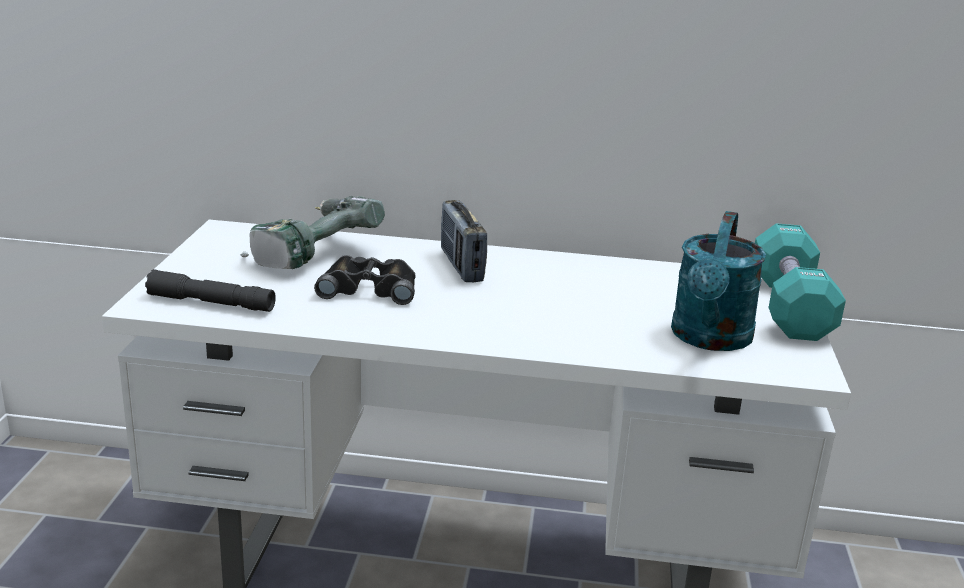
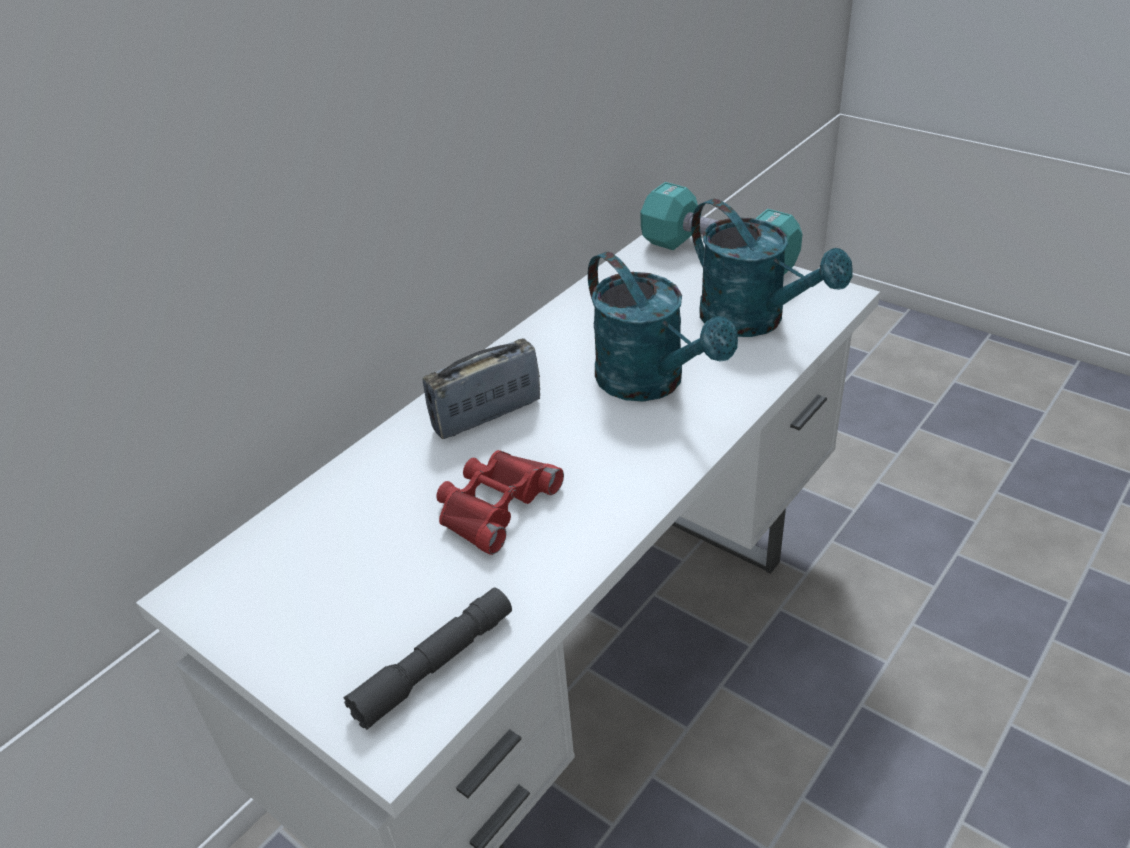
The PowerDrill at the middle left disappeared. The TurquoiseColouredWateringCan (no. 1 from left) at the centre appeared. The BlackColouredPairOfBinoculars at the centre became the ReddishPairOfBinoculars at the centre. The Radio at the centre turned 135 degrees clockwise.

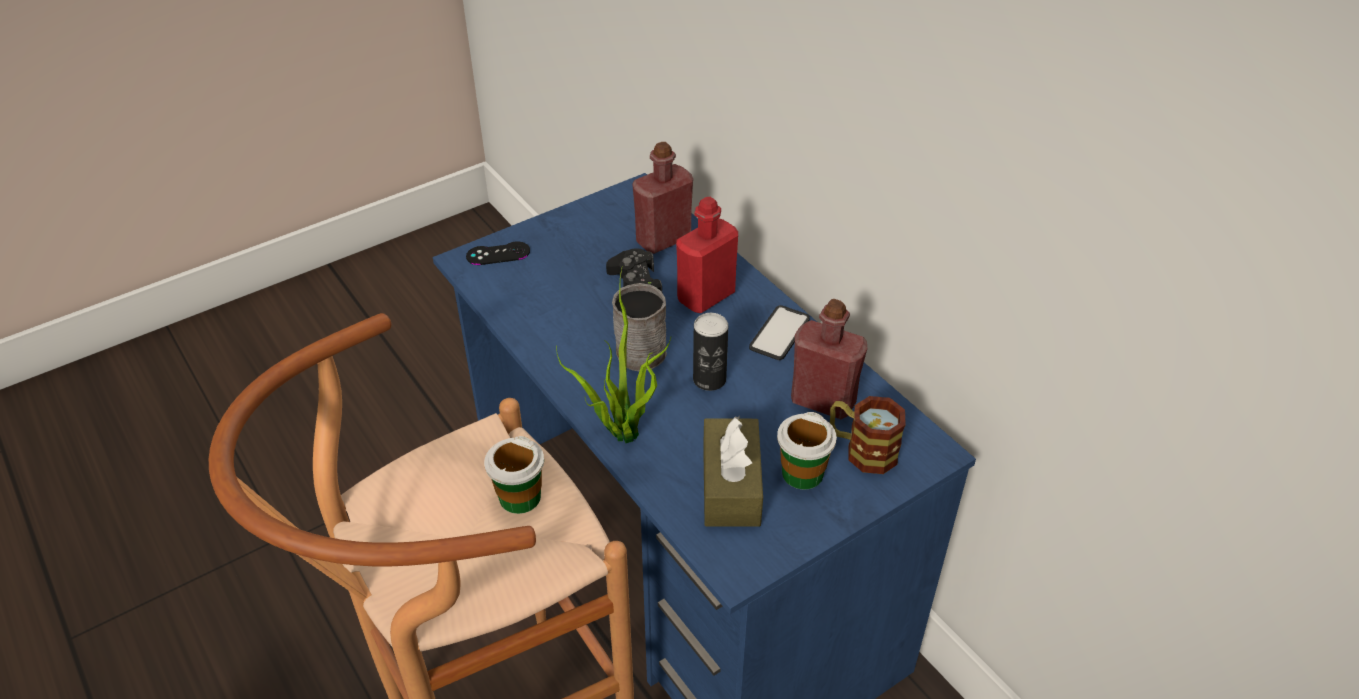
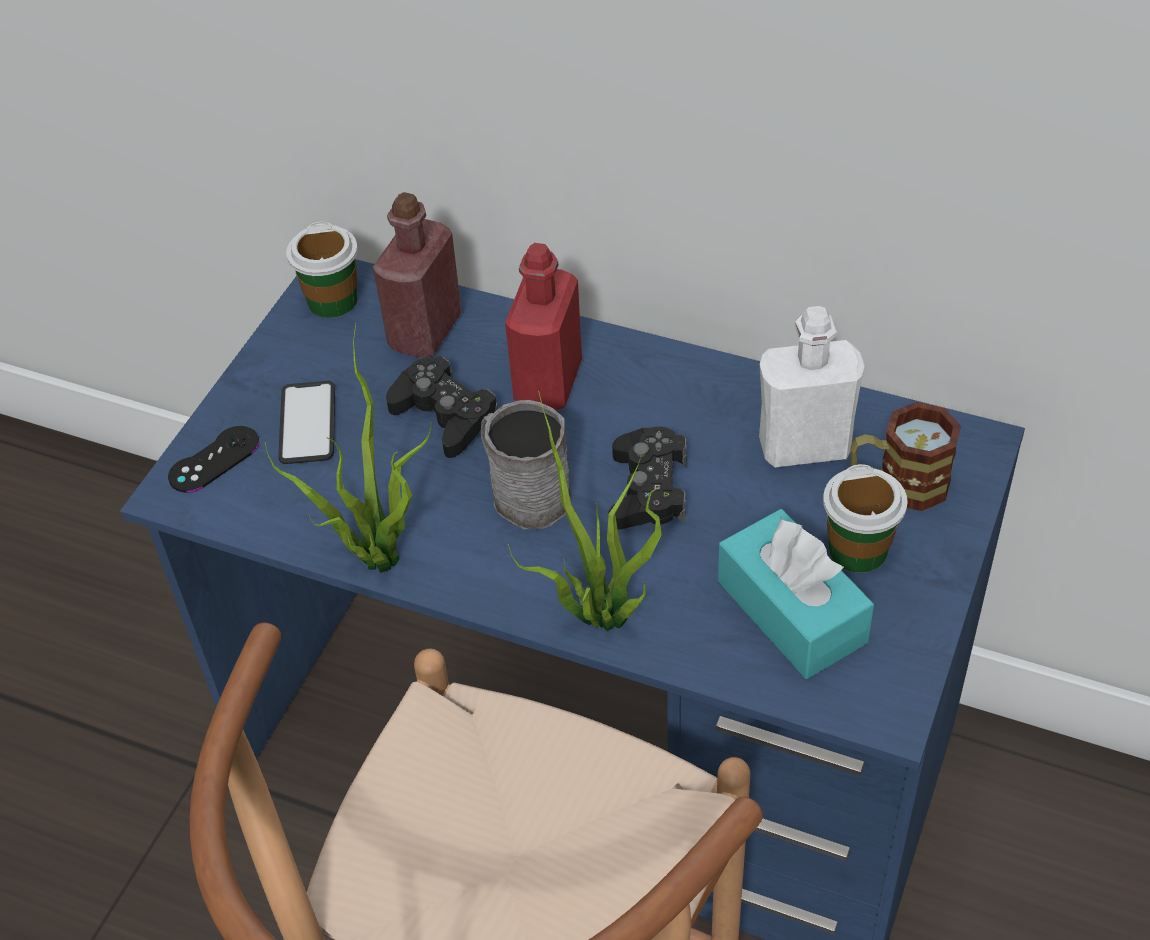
The Houseplant (no. 1 from left) at the middle left appeared. The SmallCup (no. 1 from left) moved from the bottom centre to the top left. The Phone moved from the centre to the middle left. The Can at the centre was replaced by the BlackColouredGameController (no. 3 from left) at the centre. The BrownTissueHolder at the bottom centre became the TurquoiseColouredTissueHolder at the middle right. The ReddishBeverageBottle (no. 3 from left) at the centre became the WhiteBeverageBottle at the middle right.

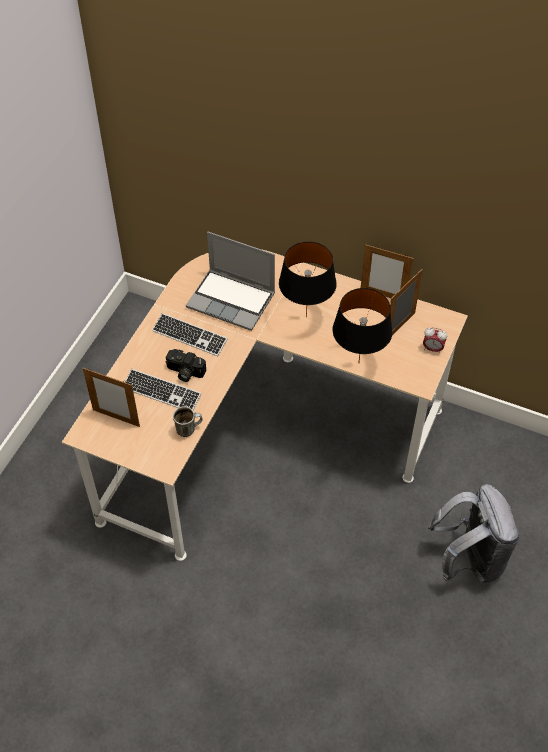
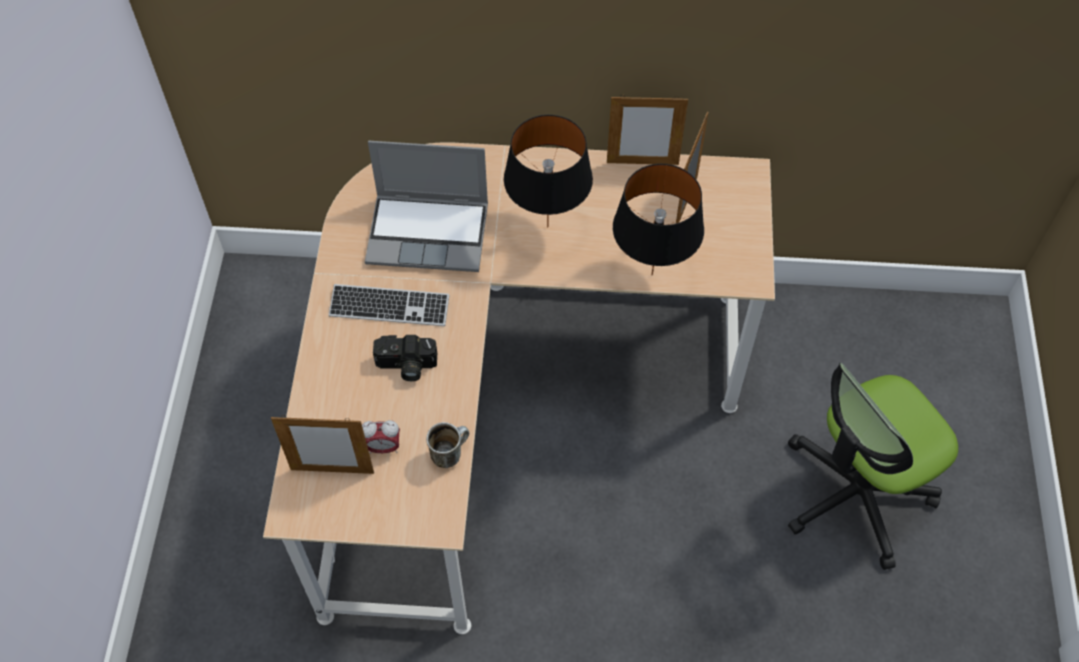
The Keyboard (no. 1 from left) at the middle left disappeared. The BedsideClock moved from the middle right to the centre. The GrayBackpack at the bottom right was replaced by the OfficeChair at the bottom right.

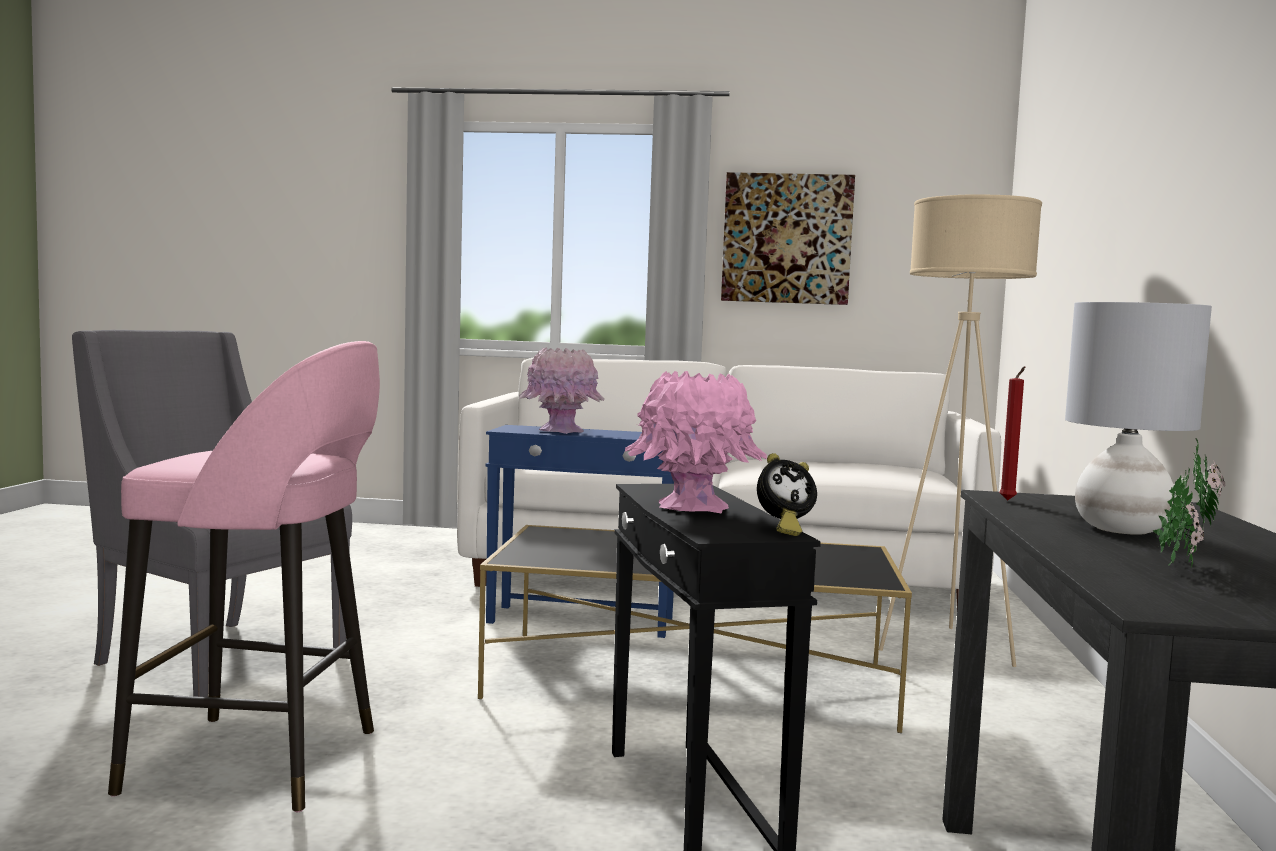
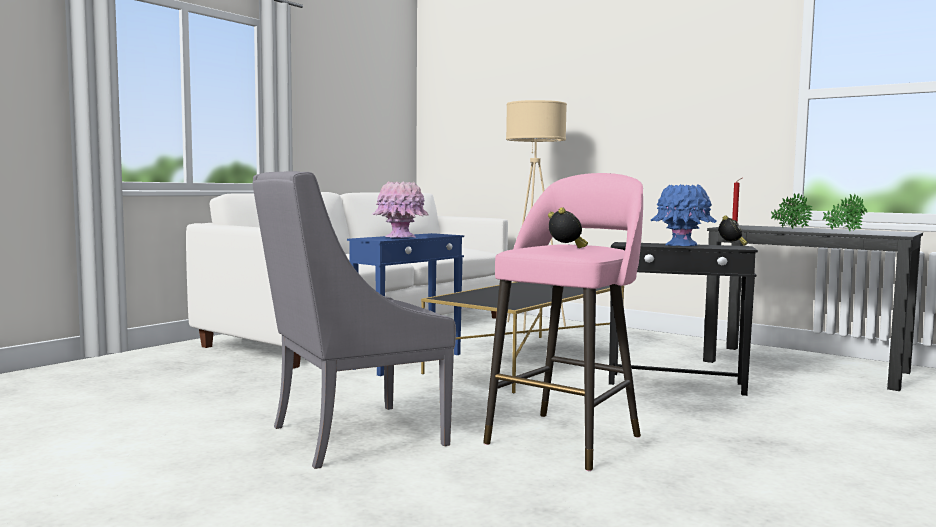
The Picture at the top centre disappeared. The BedsideClock (no. 1 from left) at the centre appeared. The GrayTabletopLamp at the middle right was replaced by the Houseplant (no. 1 from left) at the middle right. The PinkFlowerVase (no. 2 from left) at the centre became the BlueColouredFlowerVase at the middle right.

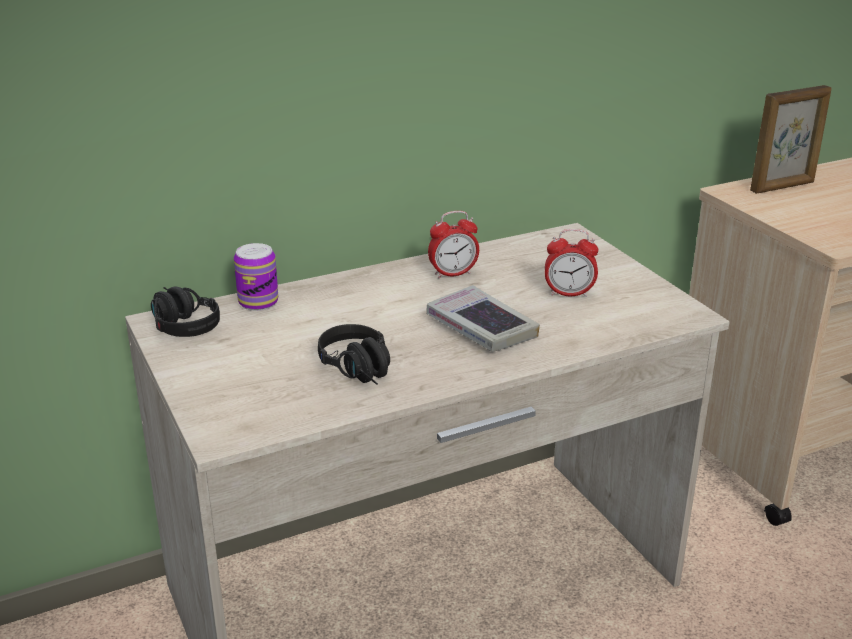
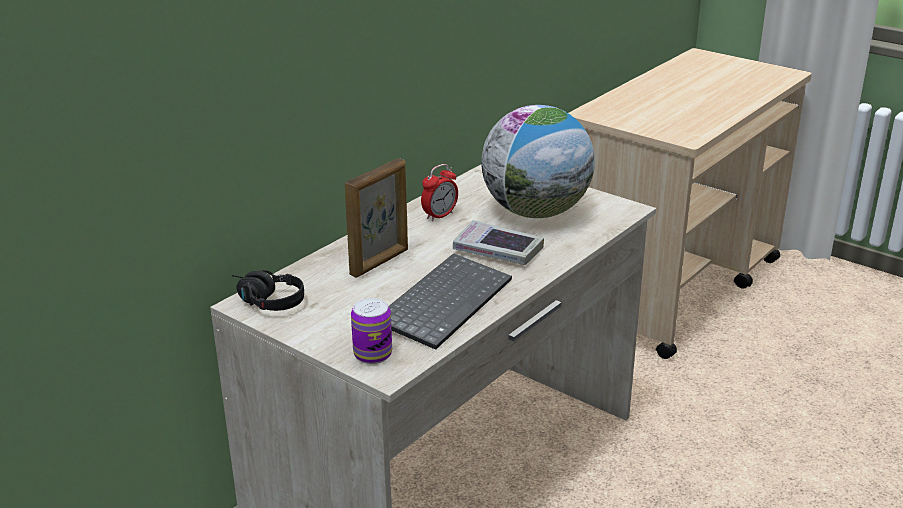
The Can moved from the middle left to the centre. The StandingFrame moved from the top right to the centre. The BlackColouredHeadset (no. 2 from left) at the centre was replaced by the Keyboard at the centre. The BedsideClock (no. 2 from left) at the middle right was replaced by the Globe at the top centre.

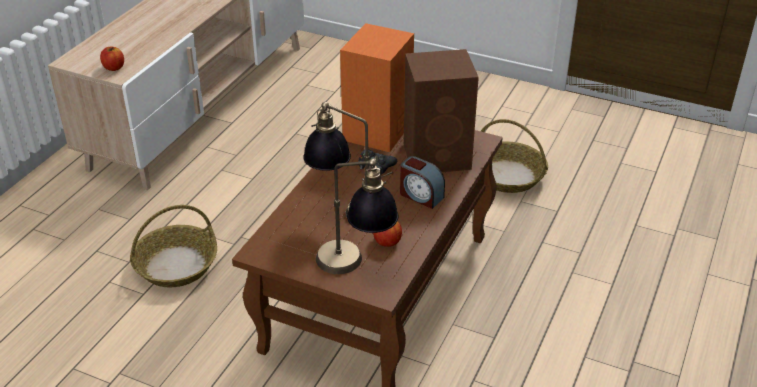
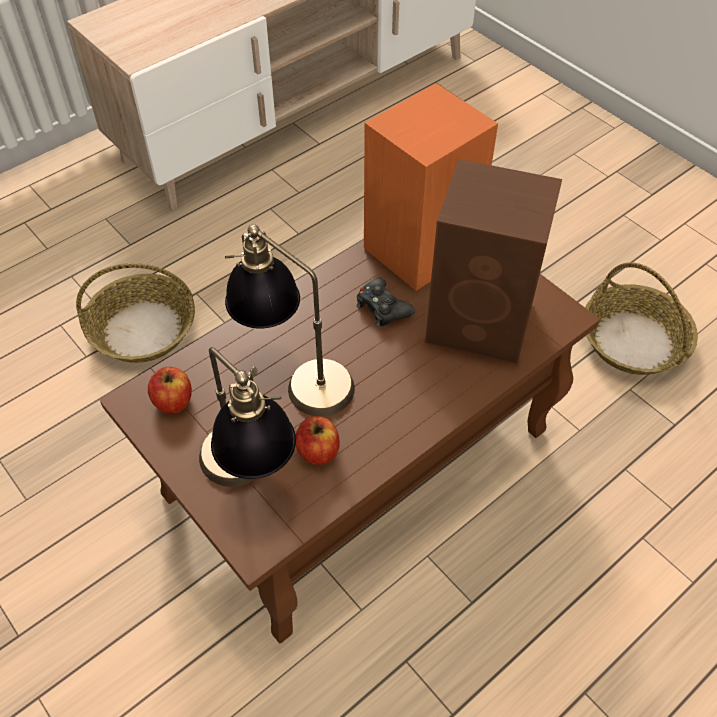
The BedsideClock at the centre disappeared. The Apple (no. 1 from left) moved from the top left to the middle left.

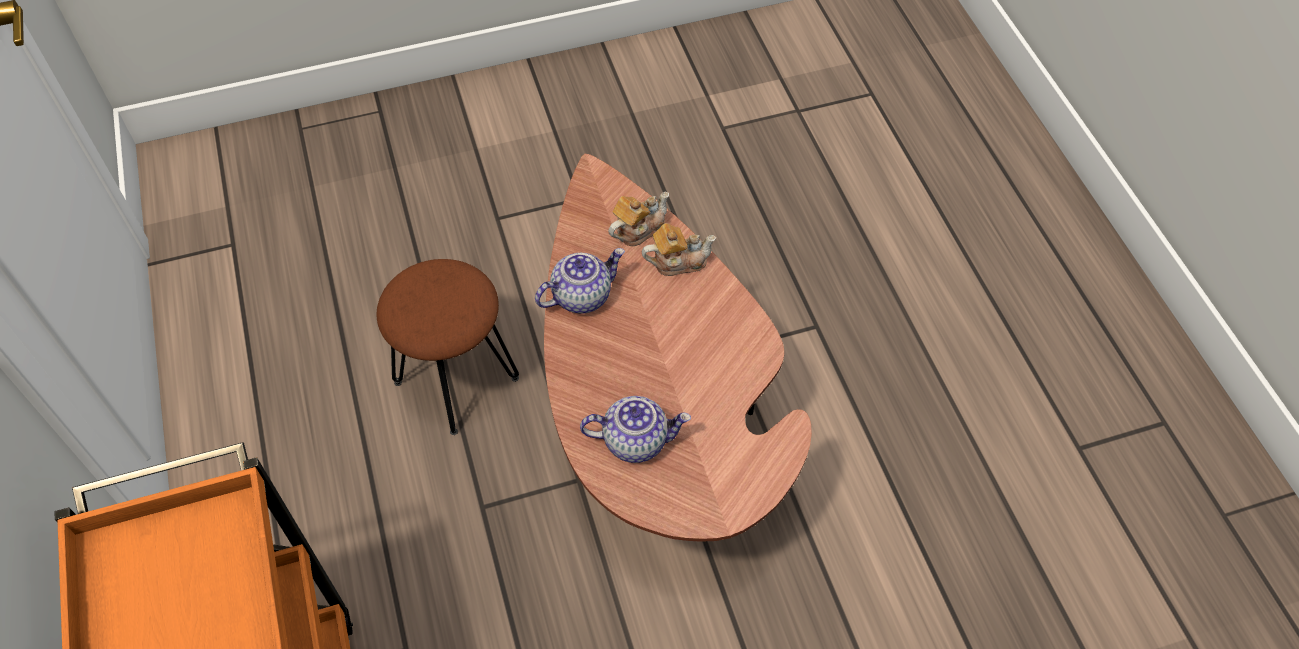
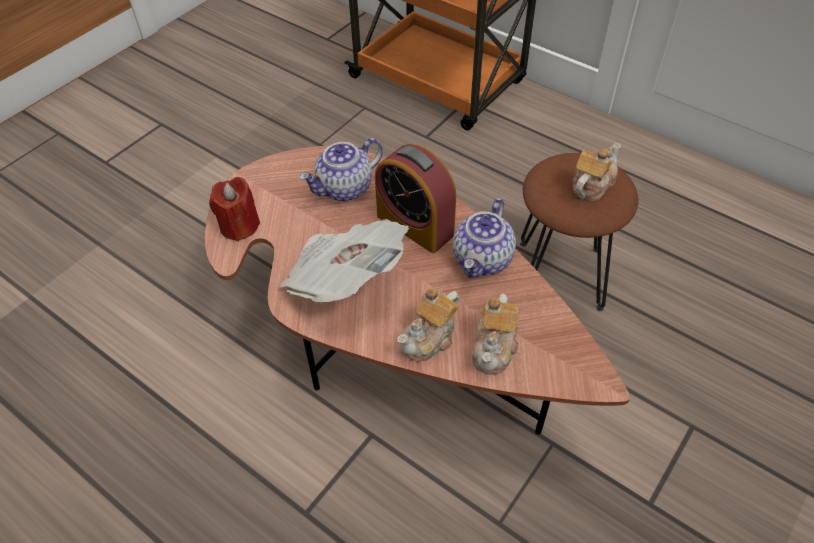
The ReddishWaxCandle at the middle left appeared. The Newspaper at the centre appeared. The BedsideClock at the centre appeared. The TeaPot (no. 5 from left) at the top right appeared.

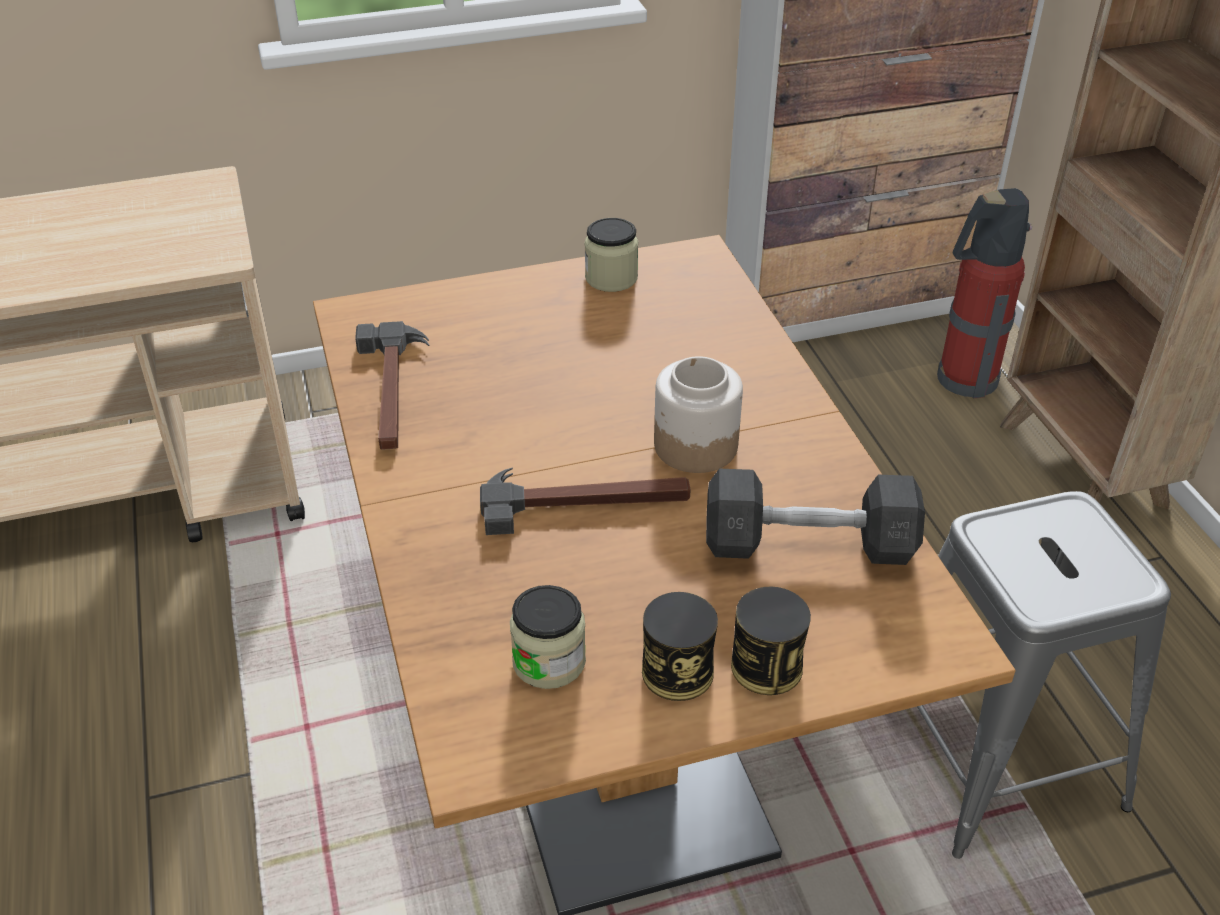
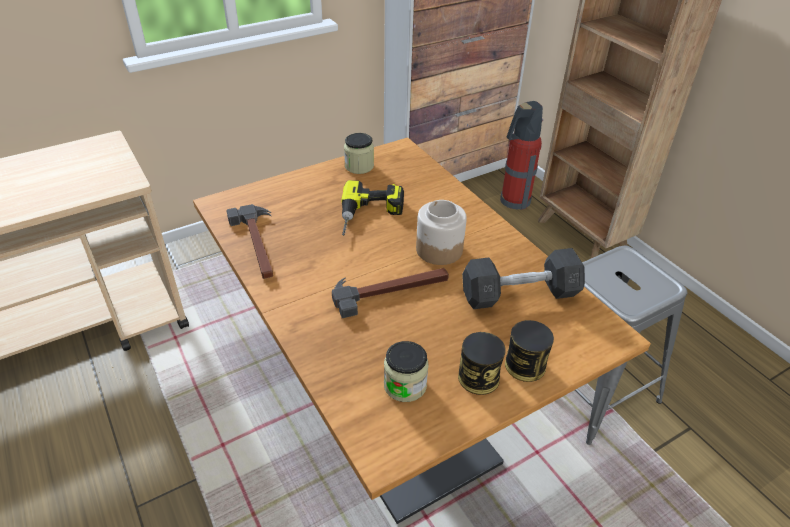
The PowerDrill at the centre appeared.

